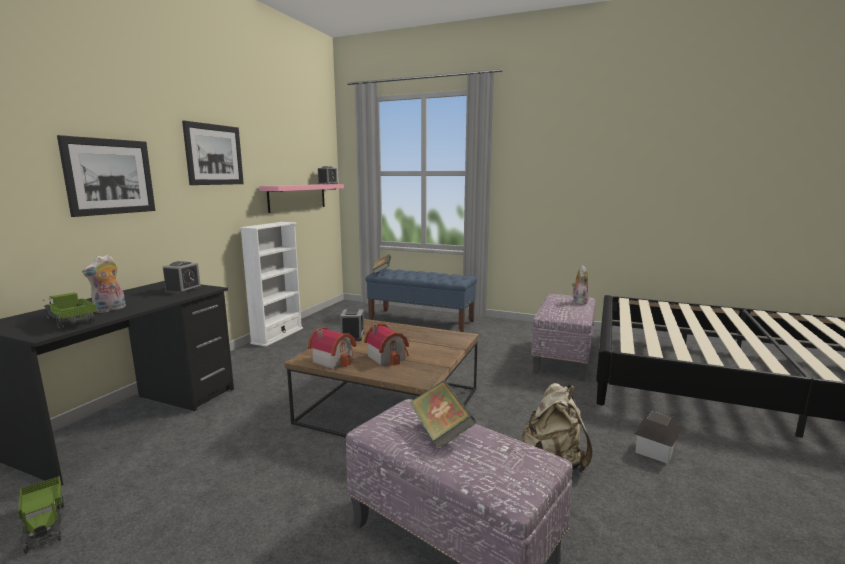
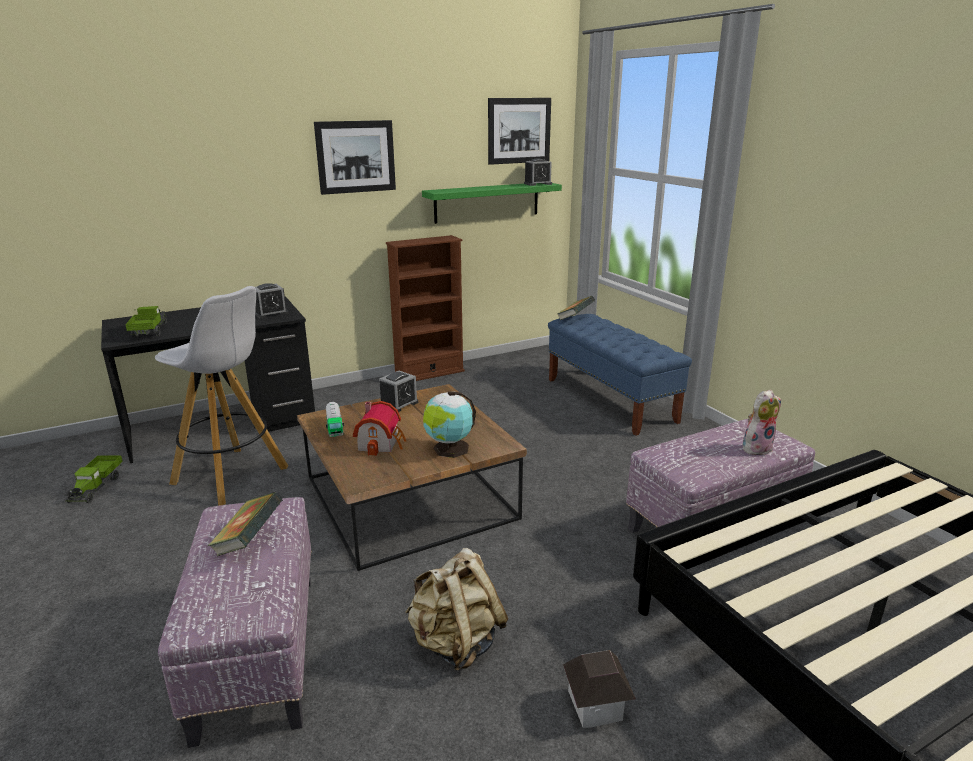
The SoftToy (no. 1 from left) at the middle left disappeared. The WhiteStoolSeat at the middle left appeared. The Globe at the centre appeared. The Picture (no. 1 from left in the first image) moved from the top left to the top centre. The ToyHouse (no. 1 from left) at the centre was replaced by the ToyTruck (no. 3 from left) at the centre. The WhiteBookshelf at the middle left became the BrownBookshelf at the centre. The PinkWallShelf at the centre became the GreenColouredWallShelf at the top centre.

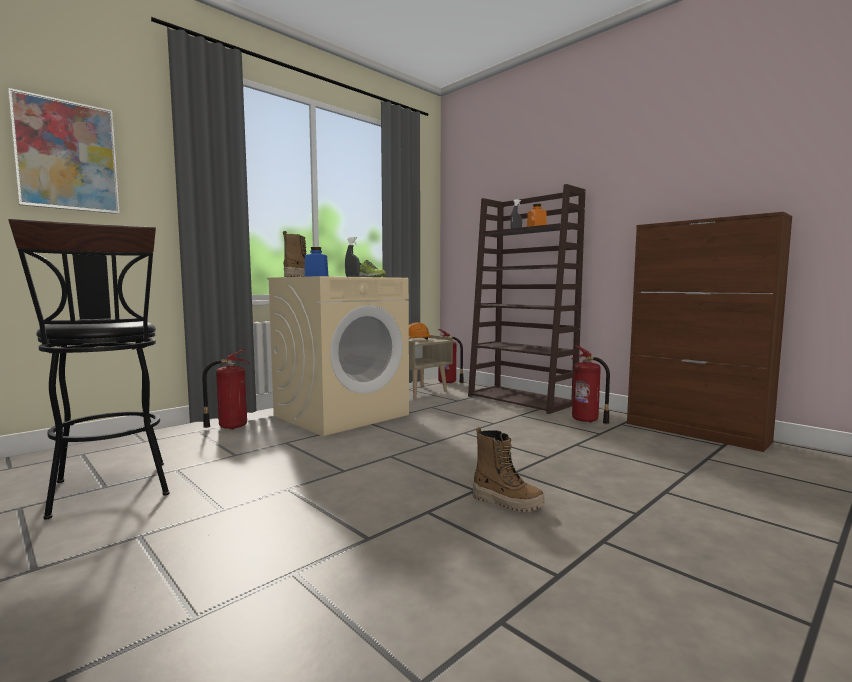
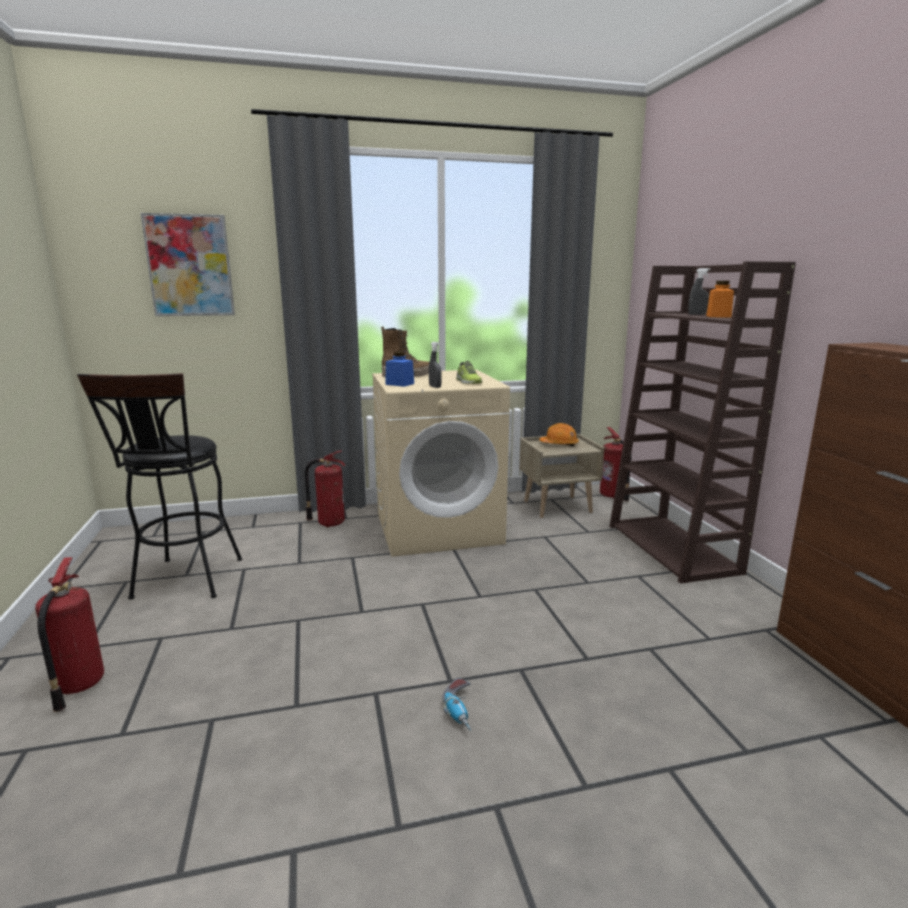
The FireFightingCylinder (no. 3 from left in the first image) moved from the middle right to the bottom left. The TallBoot (no. 2 from left) at the bottom centre was replaced by the PowerDrill at the bottom centre.

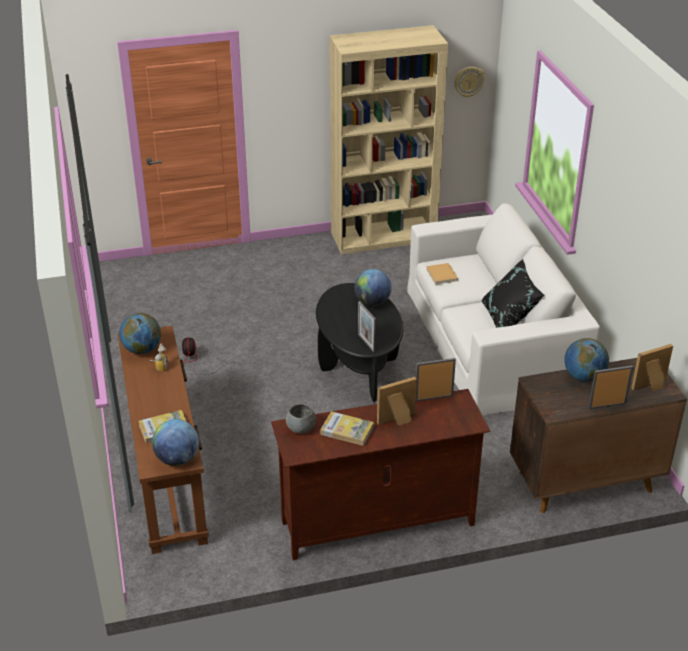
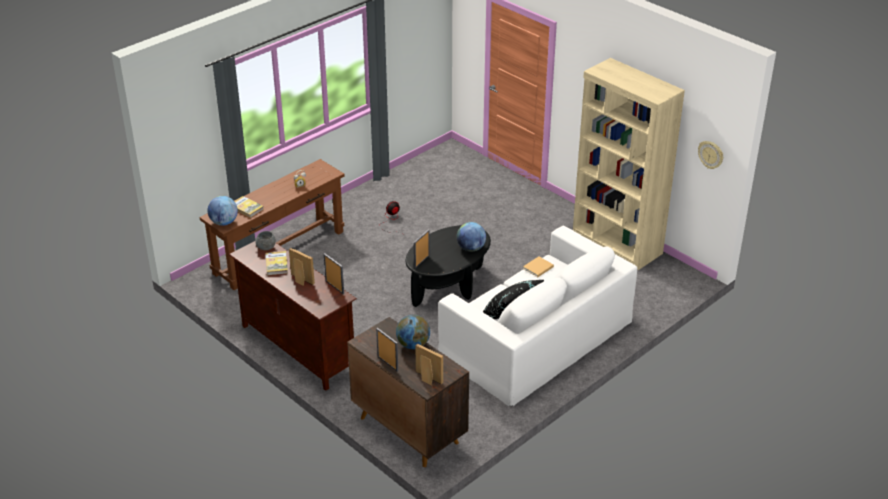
The Globe (no. 1 from left) at the middle left disappeared.

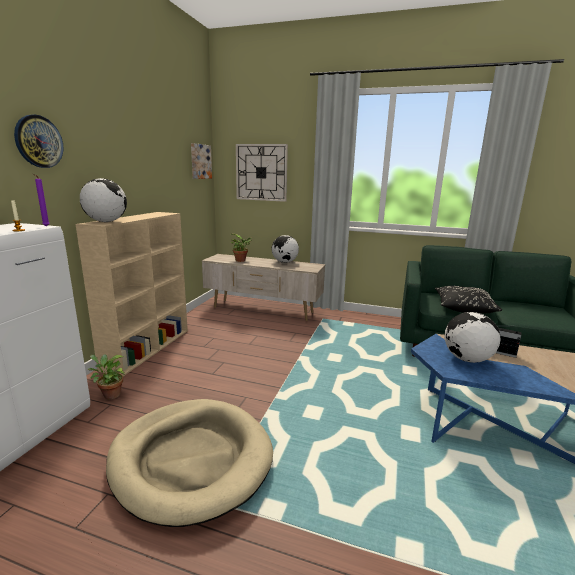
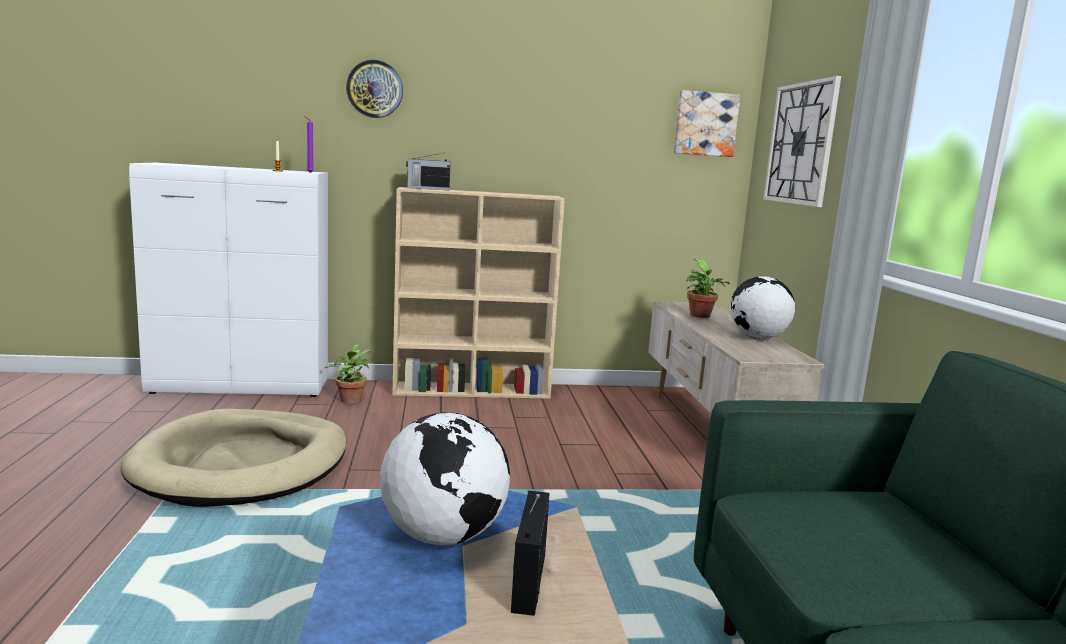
The BlackColouredThrowPillow at the middle right disappeared. The Globe (no. 1 from left) at the middle left was replaced by the Radio (no. 1 from left) at the top centre.

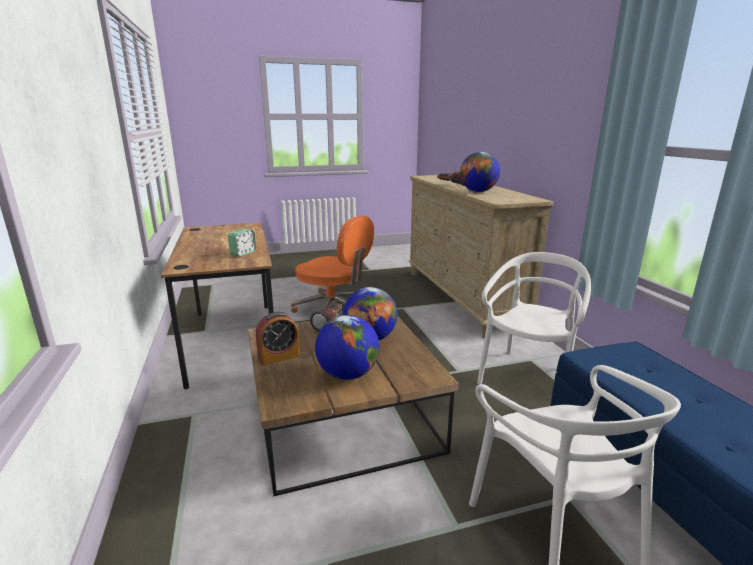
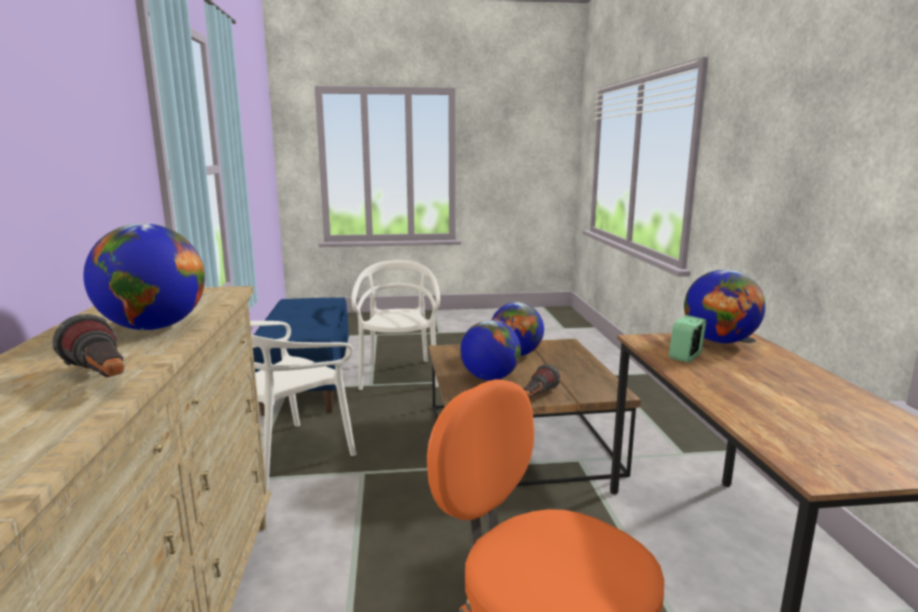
The BedsideClock (no. 2 from left) at the centre disappeared. The Globe (no. 4 from left) at the middle right appeared.

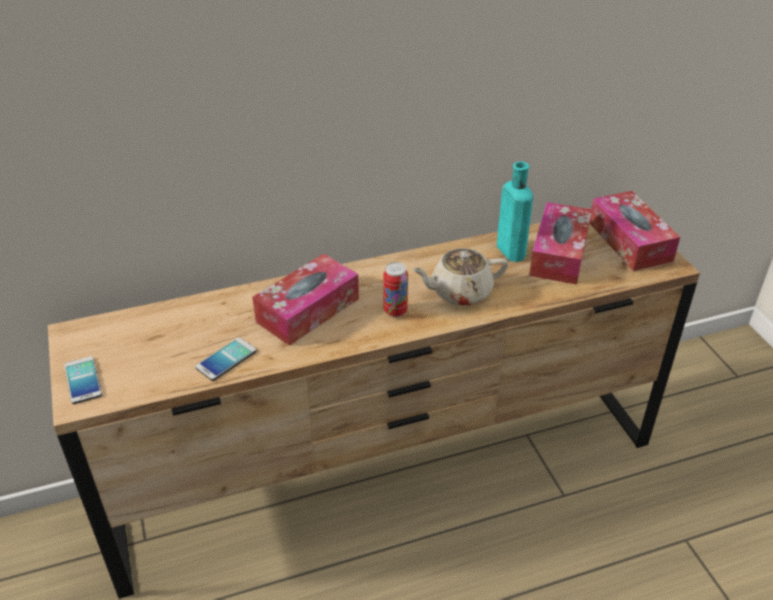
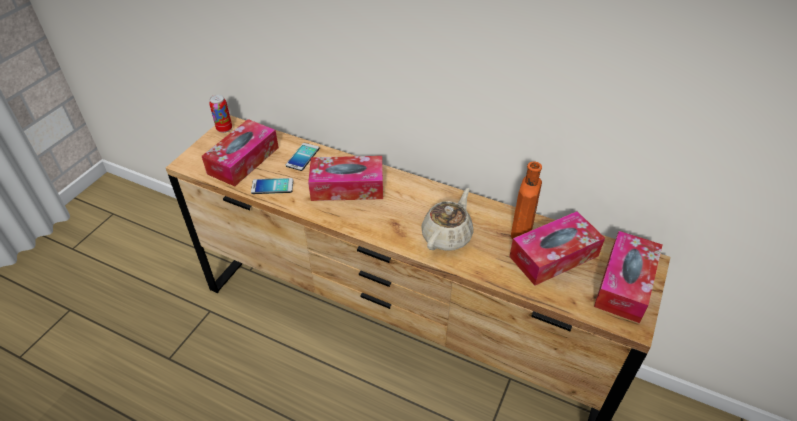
The TissueHolder (no. 1 from left) at the middle left appeared. The Phone (no. 1 from left in the first image) moved from the middle left to the centre. The Can moved from the centre to the top left. The TurquoiseColouredBeverageBottle at the centre became the OrangeColouredBeverageBottle at the centre. The SandColouredTeaPot at the centre turned 90 degrees clockwise.

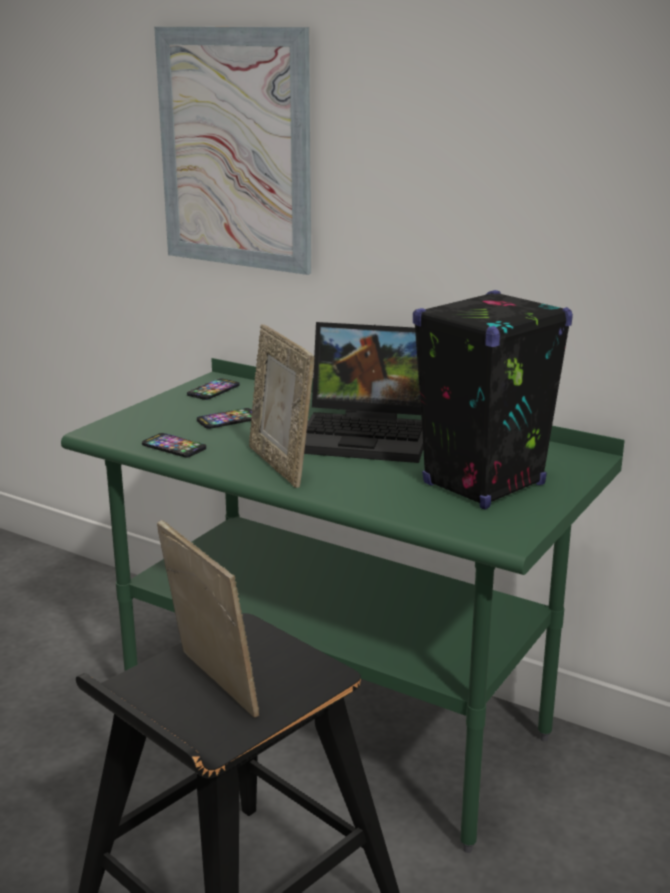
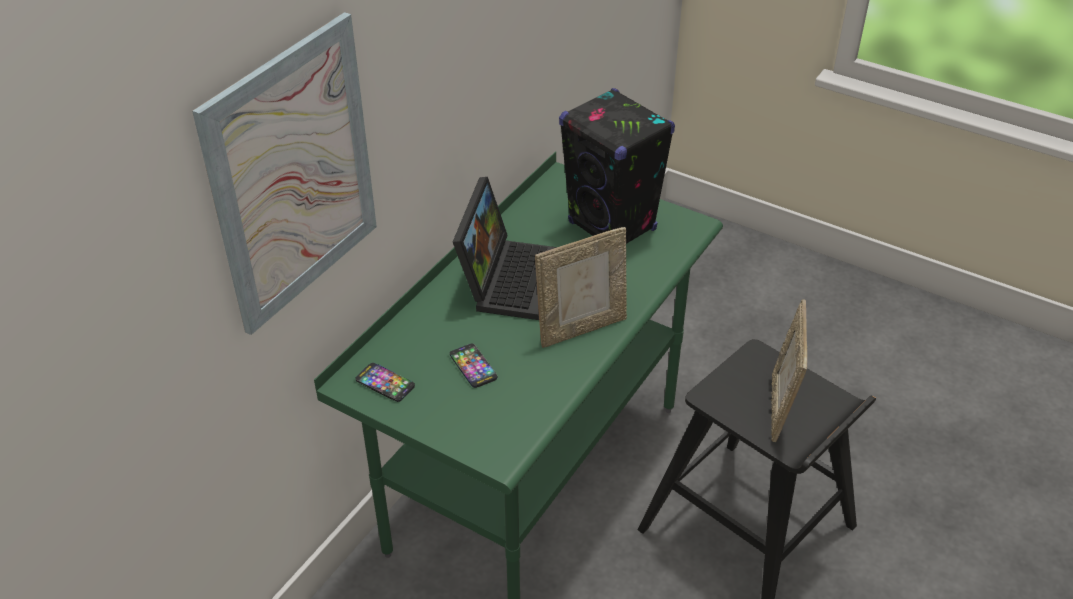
The Phone (no. 1 from left) at the middle left disappeared. The StandingFrame (no. 1 from left in the first image) at the bottom left turned 45 degrees counterclockwise.

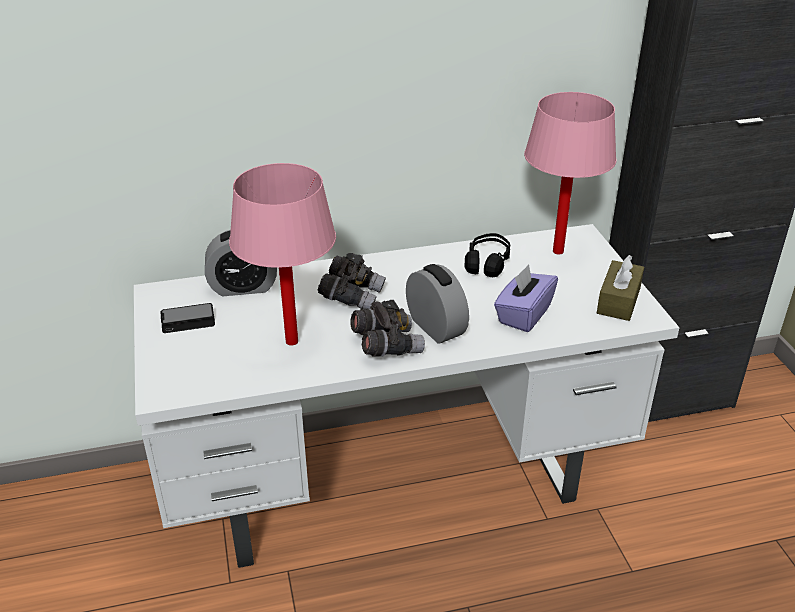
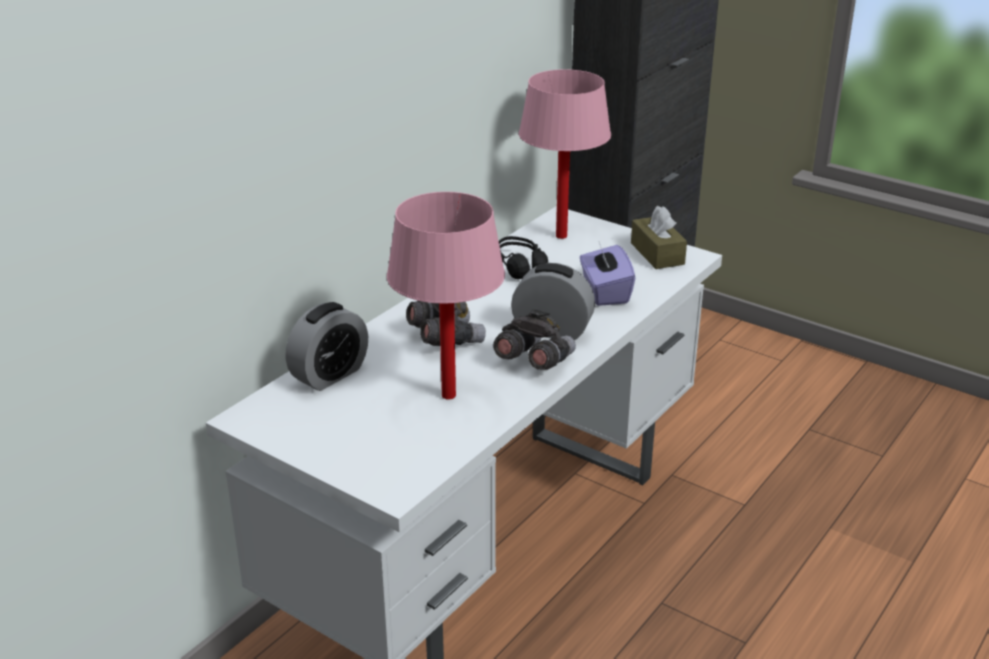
The Phone at the middle left disappeared.

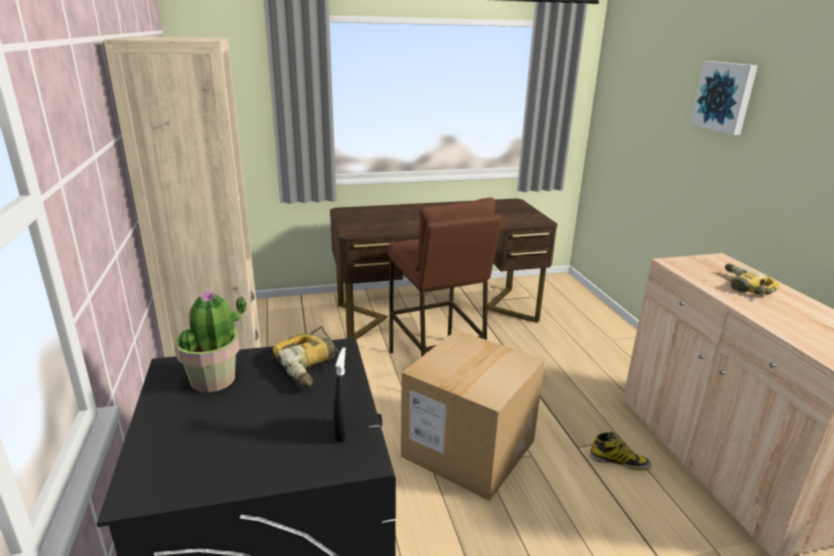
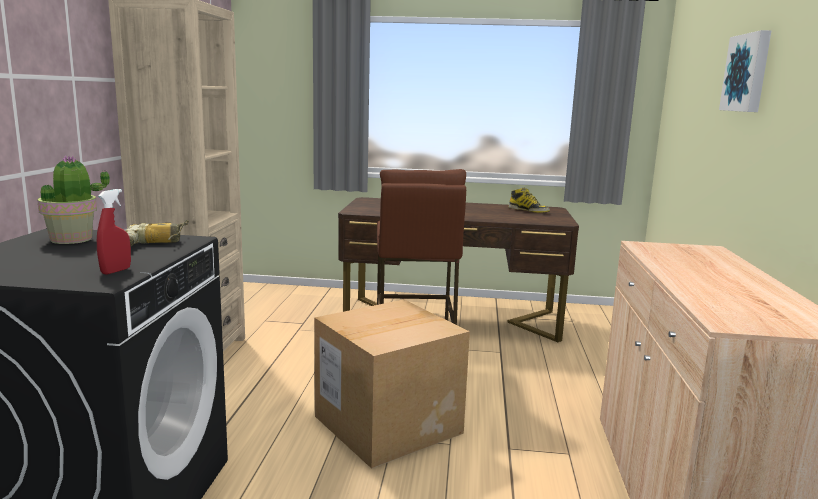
The PowerDrill (no. 2 from left) at the middle right disappeared. The TallBoot moved from the bottom right to the centre. The BlackColouredHandSprayer at the bottom centre became the ReddishHandSprayer at the middle left.

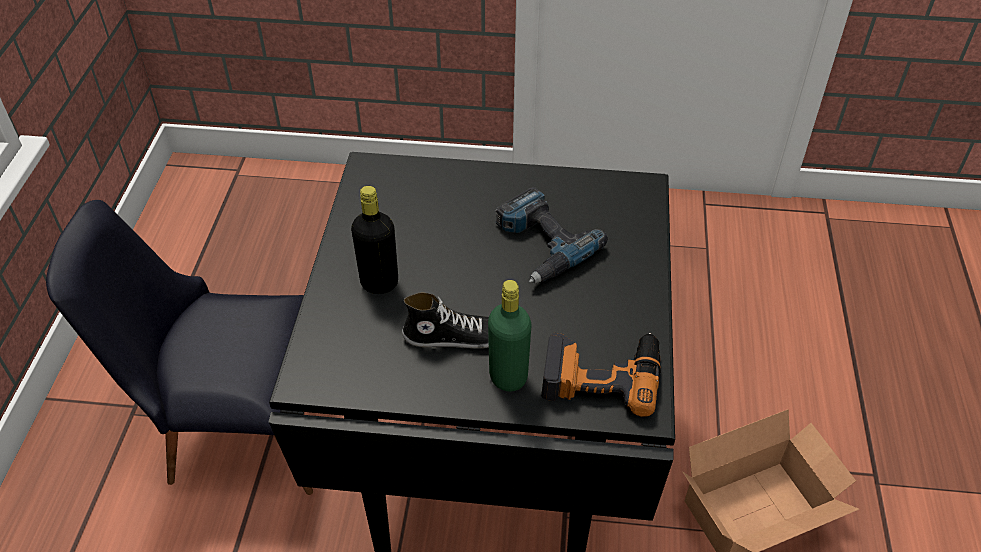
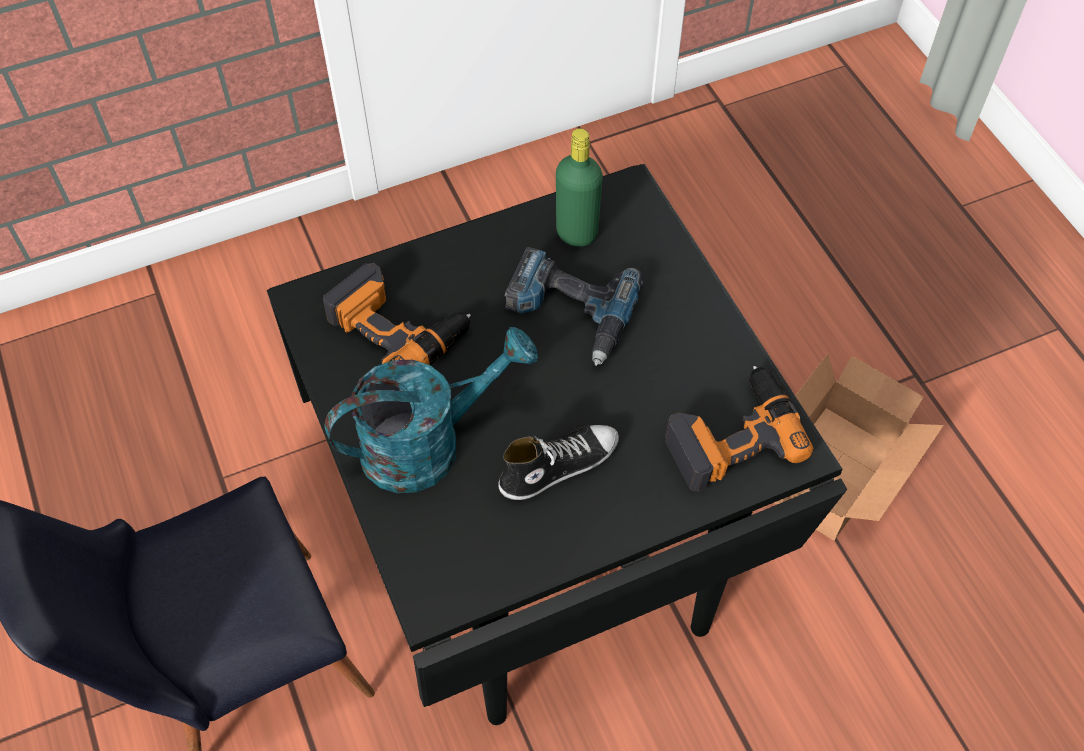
The PowerDrill (no. 1 from left) at the centre appeared. The GreenColouredBeverageBottle moved from the centre to the top centre. The BlackColouredBeverageBottle at the centre was replaced by the TurquoiseColouredWateringCan at the centre.

